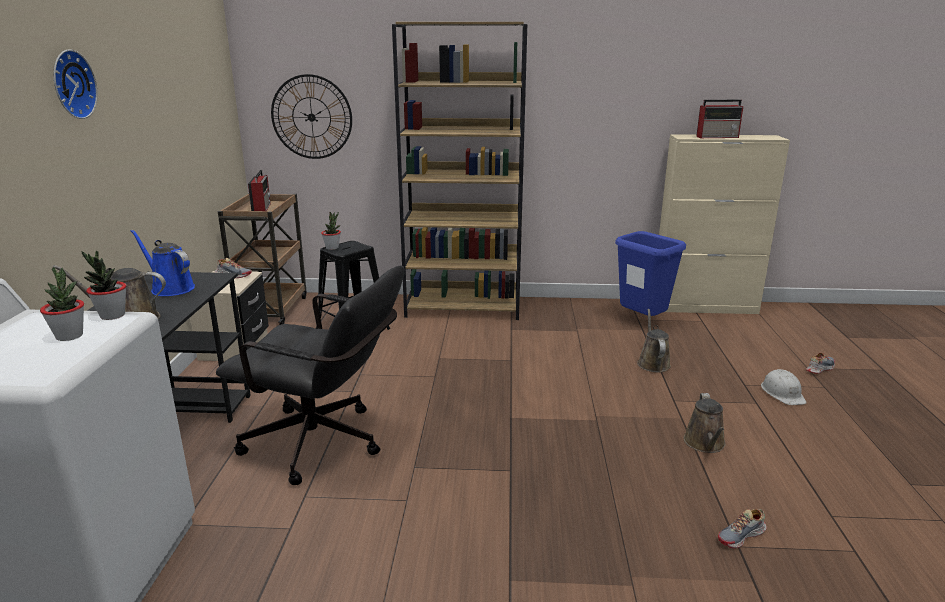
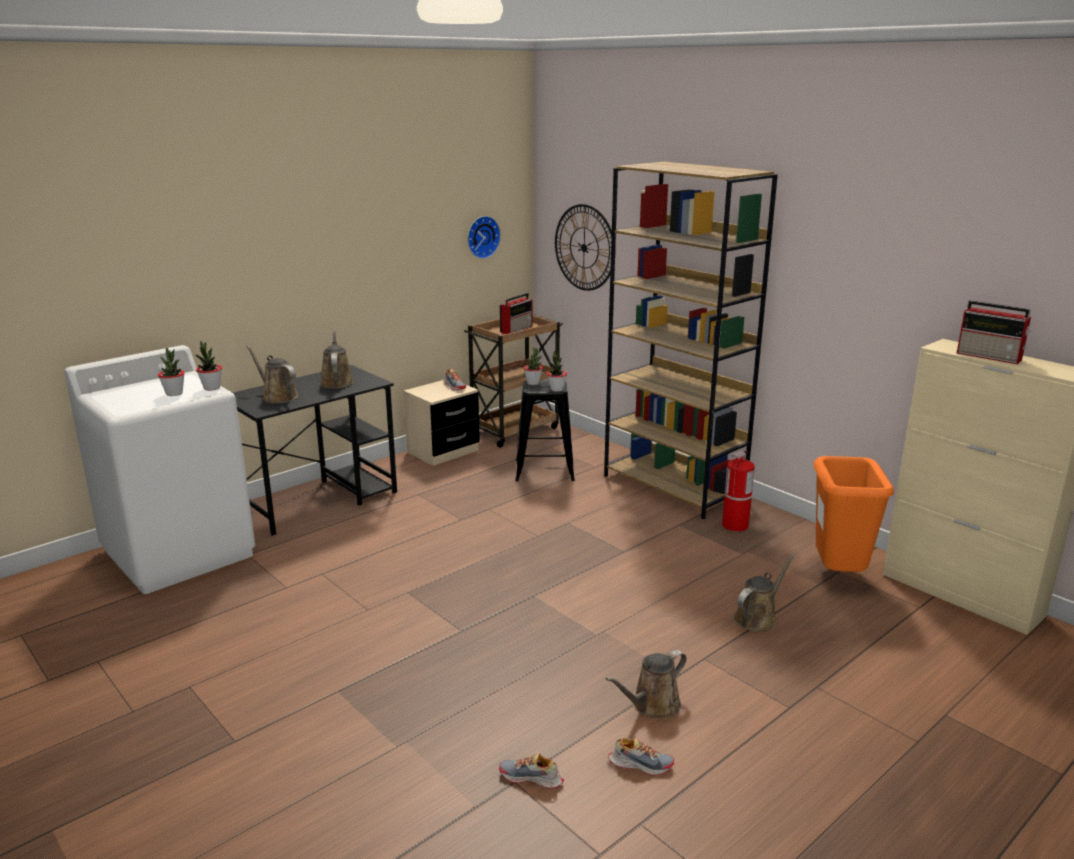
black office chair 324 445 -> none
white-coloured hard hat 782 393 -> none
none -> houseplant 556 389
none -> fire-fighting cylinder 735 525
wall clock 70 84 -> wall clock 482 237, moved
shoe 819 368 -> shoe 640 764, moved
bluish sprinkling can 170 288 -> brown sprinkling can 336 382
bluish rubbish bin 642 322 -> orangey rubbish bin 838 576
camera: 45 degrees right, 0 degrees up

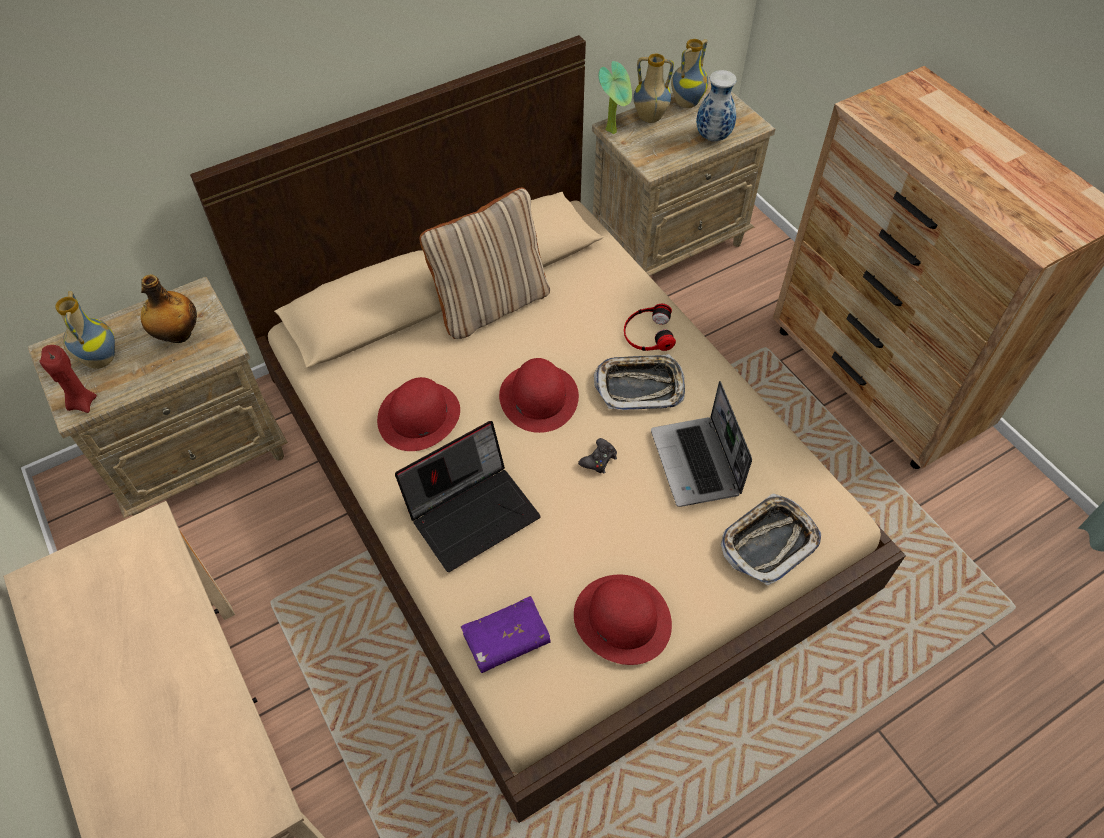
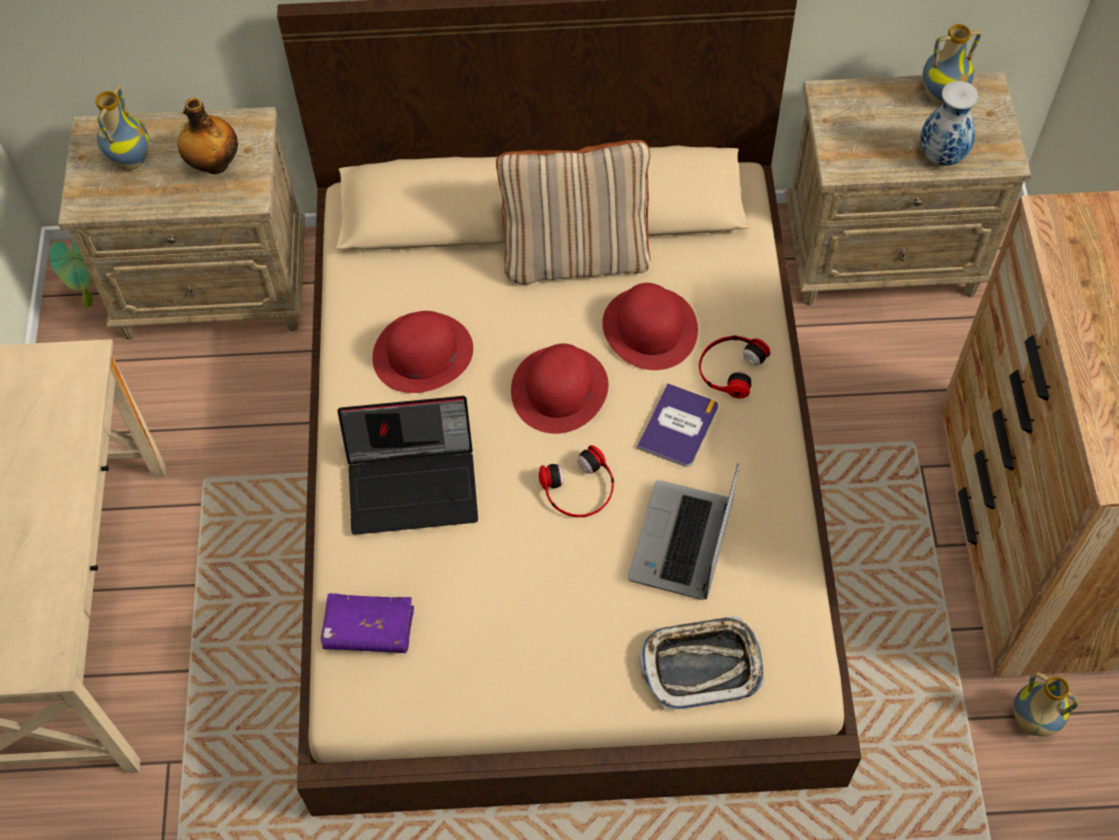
reddish wax light 82 402 -> none
reddish hat 623 619 -> reddish hat 650 328, moved
houseplant 613 130 -> houseplant 91 302, moved
flower vase 649 118 -> flower vase 1031 721, moved
black joypad 599 459 -> pair of headphones 579 488
tray 639 386 -> volume 678 426
camera: 30 degrees right, 5 degrees up

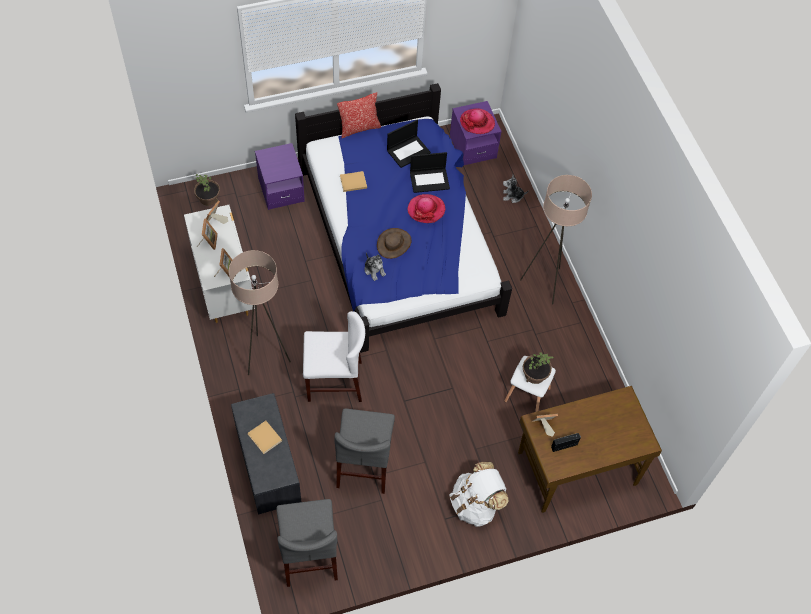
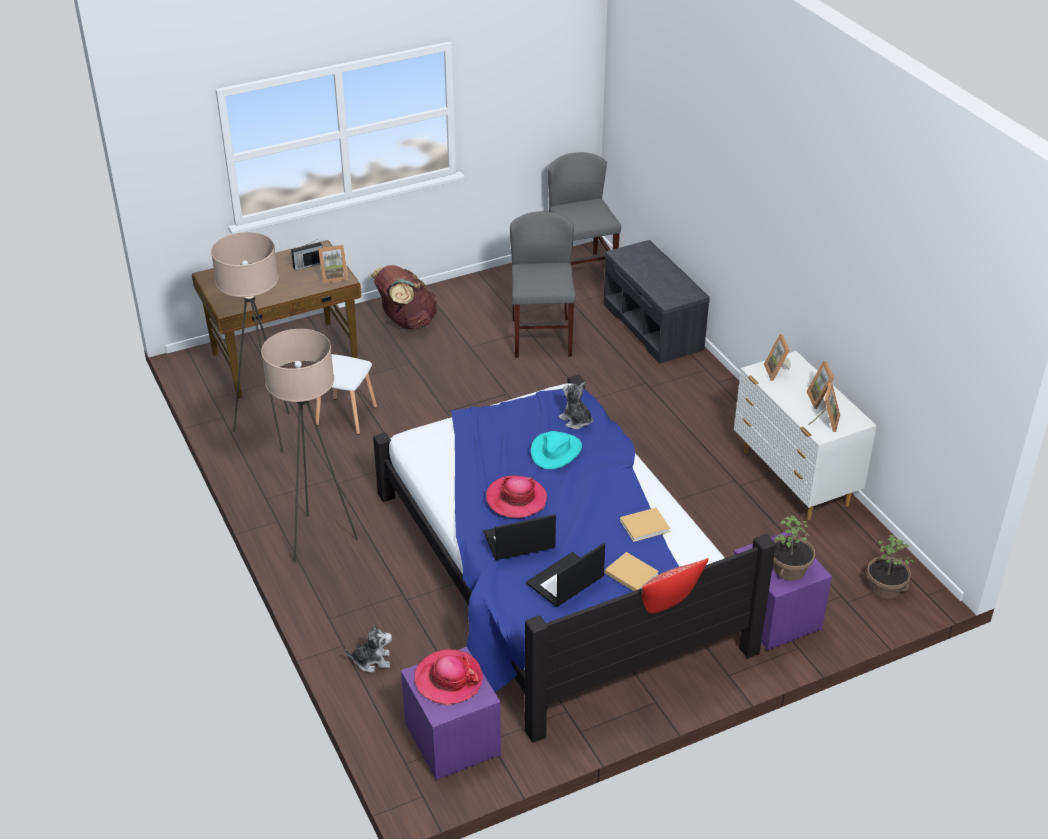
white-coloured chair 334 381 -> none
sand-coloured standing lamp 265 357 -> sand-coloured standing lamp 268 432, moved
sand-coloured volume 265 438 -> sand-coloured volume 630 573, moved
houseplant 534 374 -> houseplant 789 569, moved
brown hat 394 244 -> turquoise hat 556 451
white-coloured backpack 475 504 -> brown backpack 406 322
camera: 175 degrees right, 20 degrees down

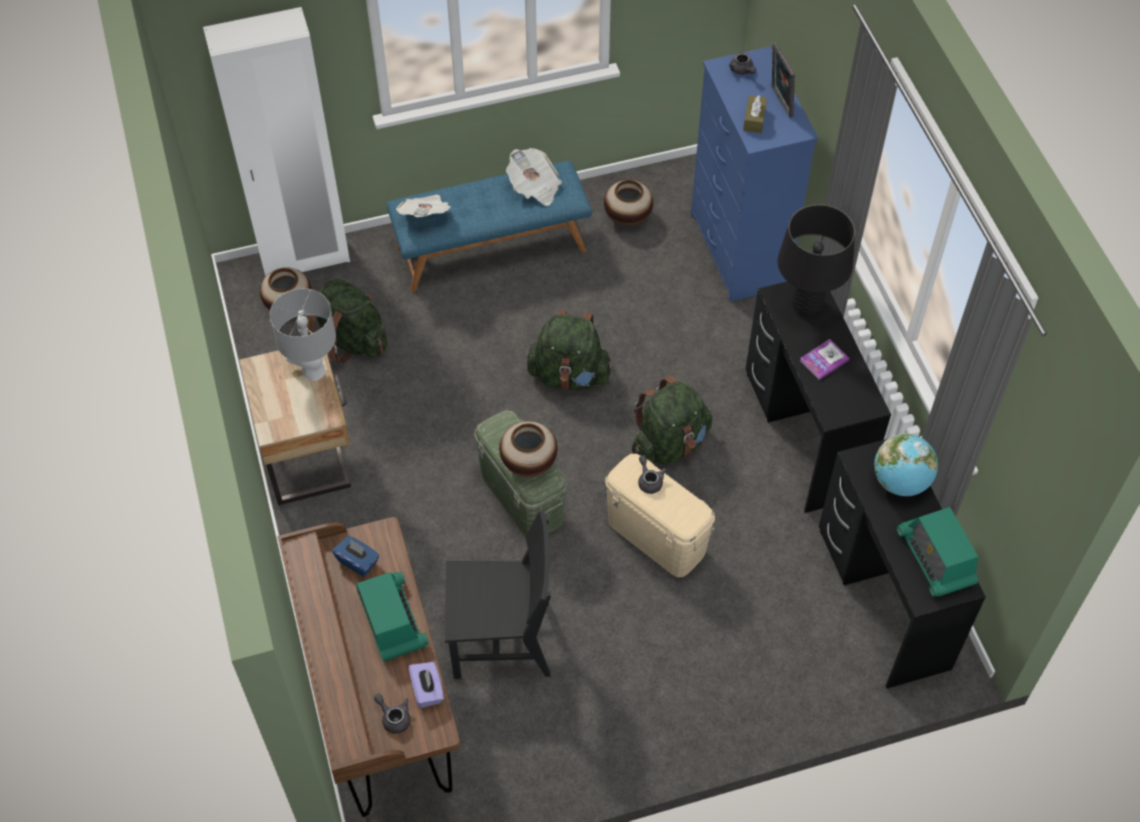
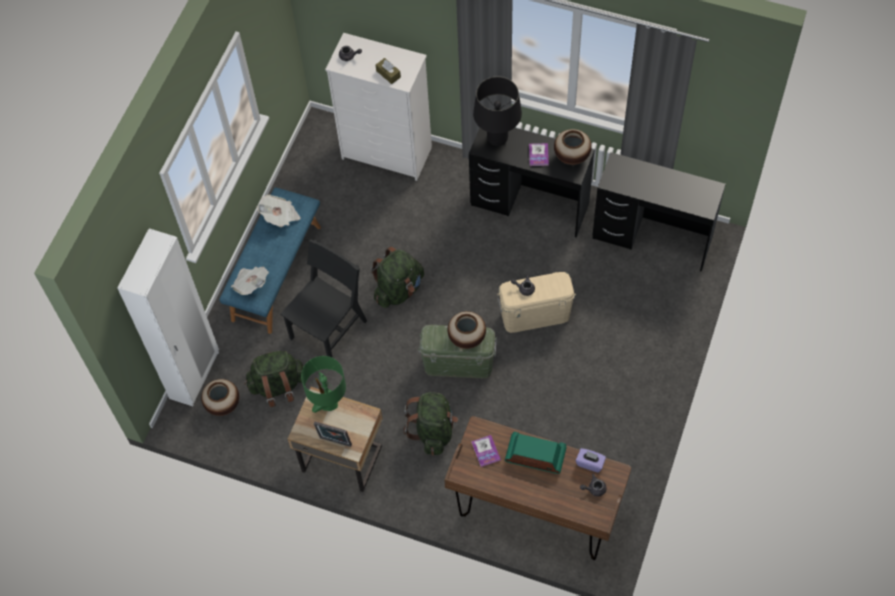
globe 900 482 -> none
radio set 935 558 -> none
black chair 502 640 -> black chair 328 330, moved
flower vase 627 218 -> flower vase 572 157, moved
green backpack 670 444 -> green backpack 433 430, moved
photo frame 779 102 -> photo frame 335 443, moved
bluish tissue box 358 562 -> volume 486 451
greyish table lamp 313 371 -> green table lamp 329 404
bluish dresser 738 251 -> white-coloured dresser 387 154
camera: 50 degrees left, 5 degrees up

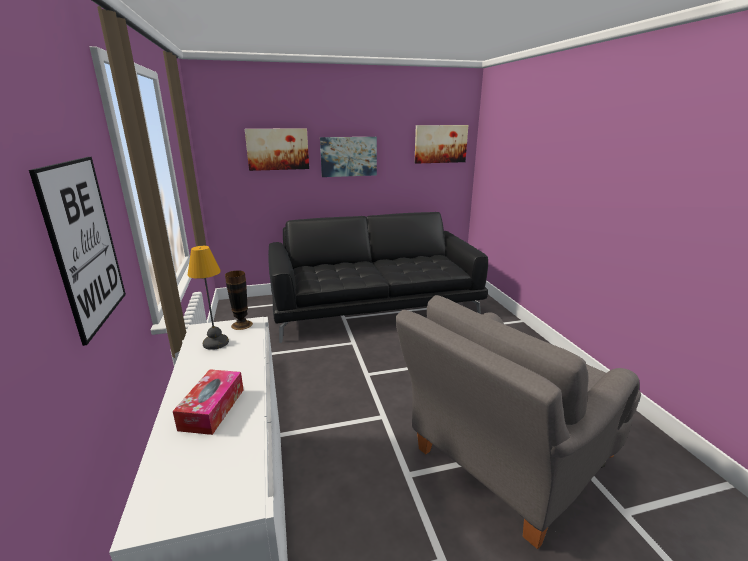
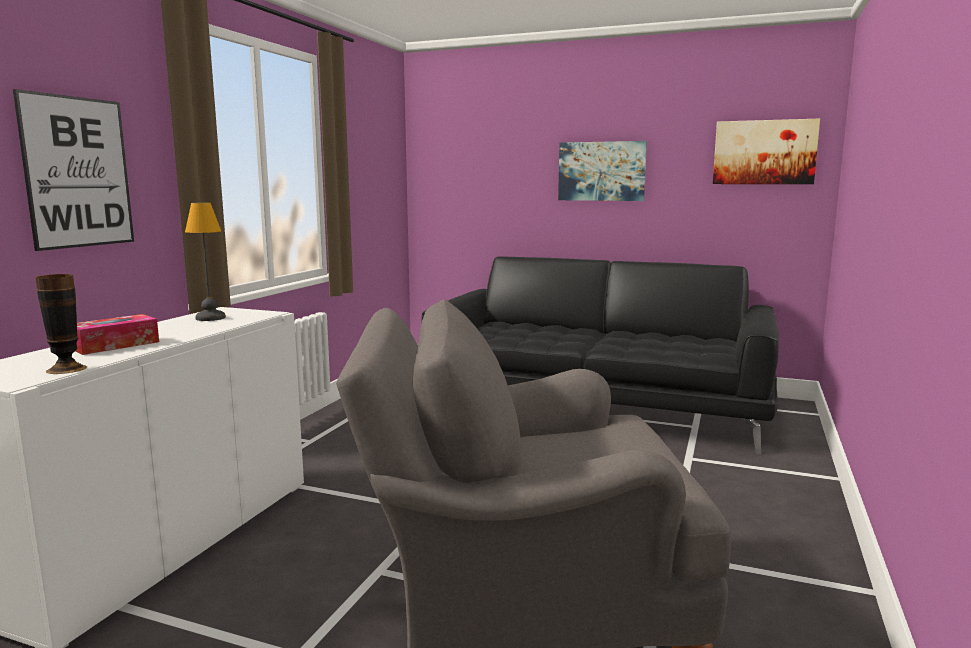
wall art 277 149 -> none
flower vase 241 325 -> flower vase 66 369, moved
camera: 35 degrees right, 10 degrees down

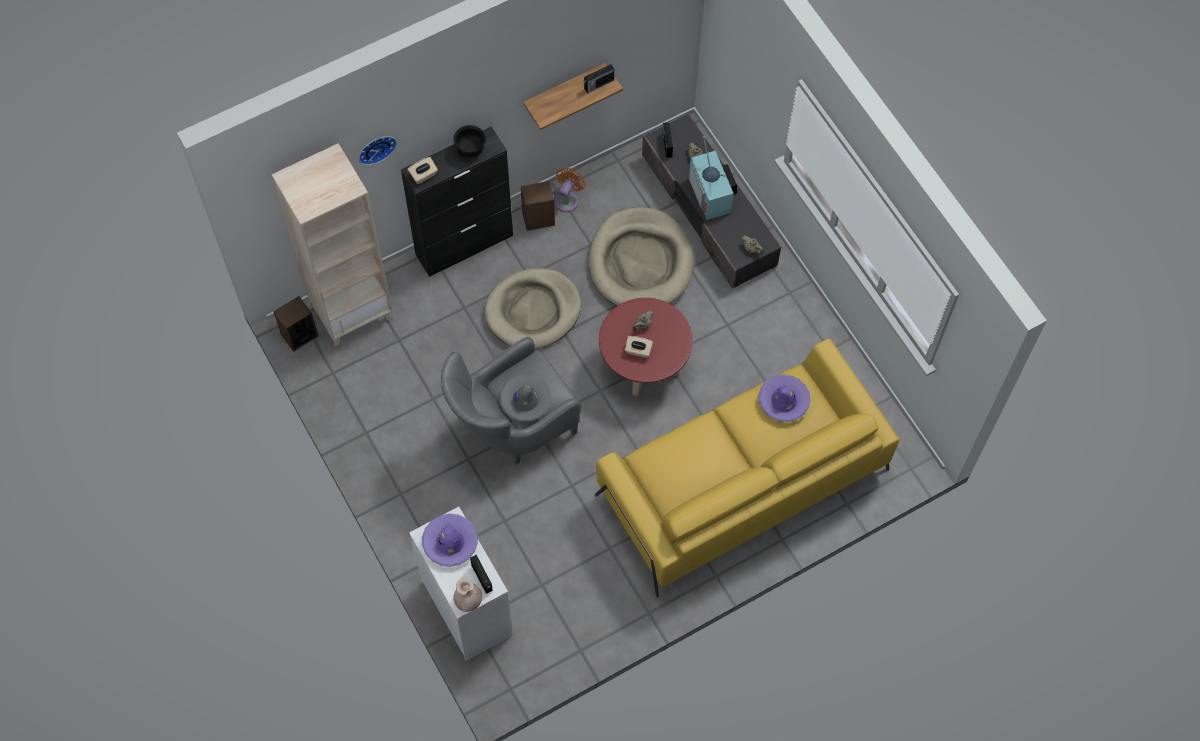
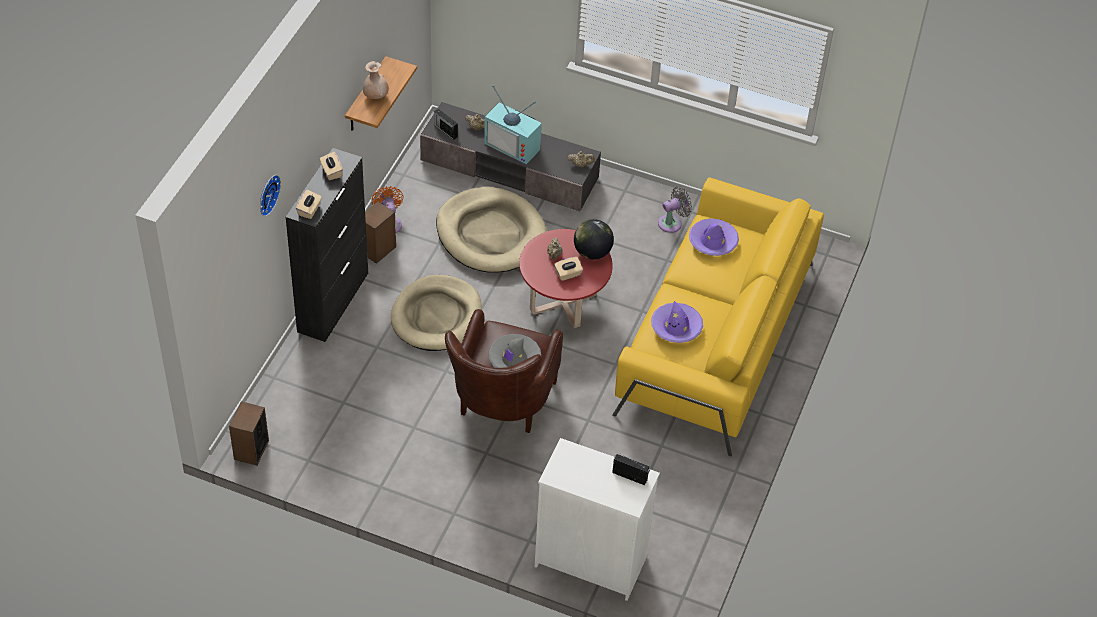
sand-coloured bookshelf 352 311 -> none
radio set 598 84 -> none
none -> globe 592 252
none -> greyish electric fan 672 223
purple hat 450 542 -> purple hat 676 327, moved
sand-coloured flower vase 468 600 -> sand-coloured flower vase 375 96, moved
black bowl 470 149 -> sand-coloured tissue box 331 172
greyish lounge chair 512 428 -> brown lounge chair 500 409
camera: 40 degrees left, 15 degrees down

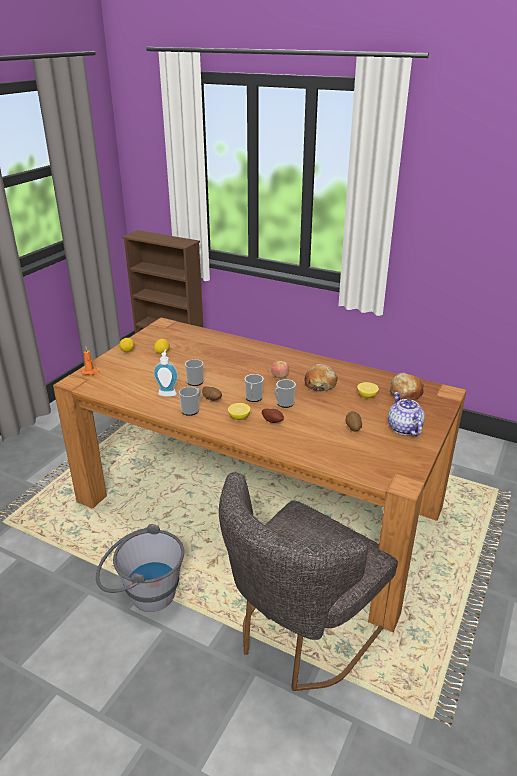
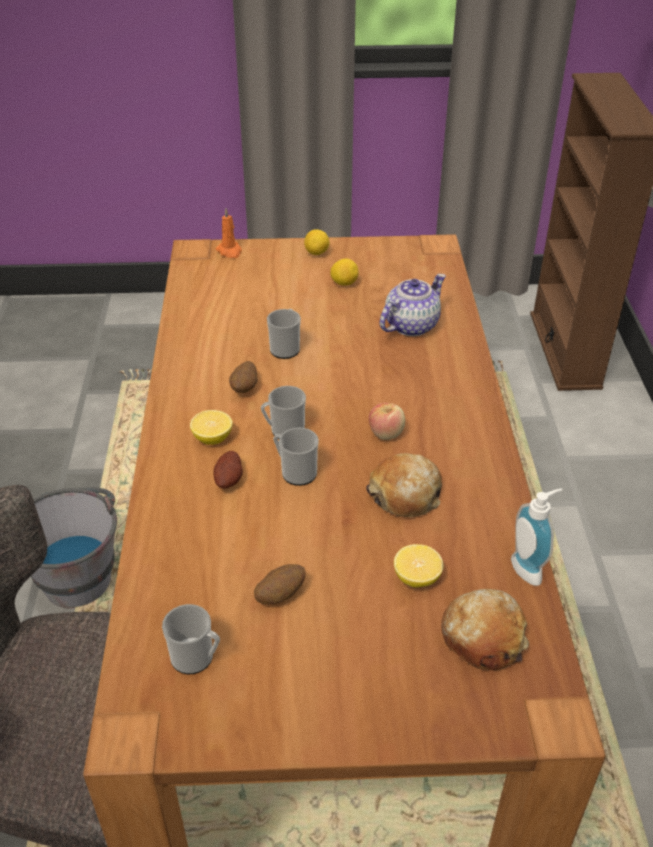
liquid soap bottle 168 393 -> liquid soap bottle 530 568, moved
mug 192 410 -> mug 196 658, moved
pot for tea 404 428 -> pot for tea 410 325, moved
camera: 60 degrees right, 10 degrees up

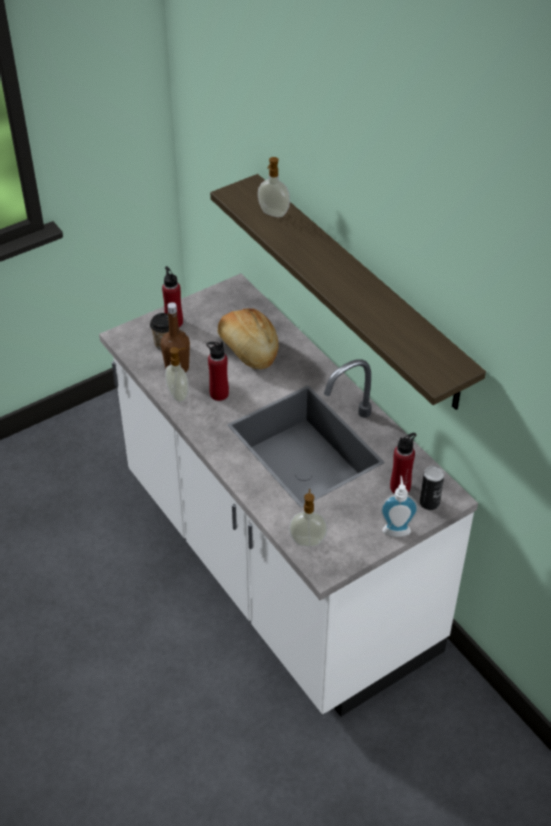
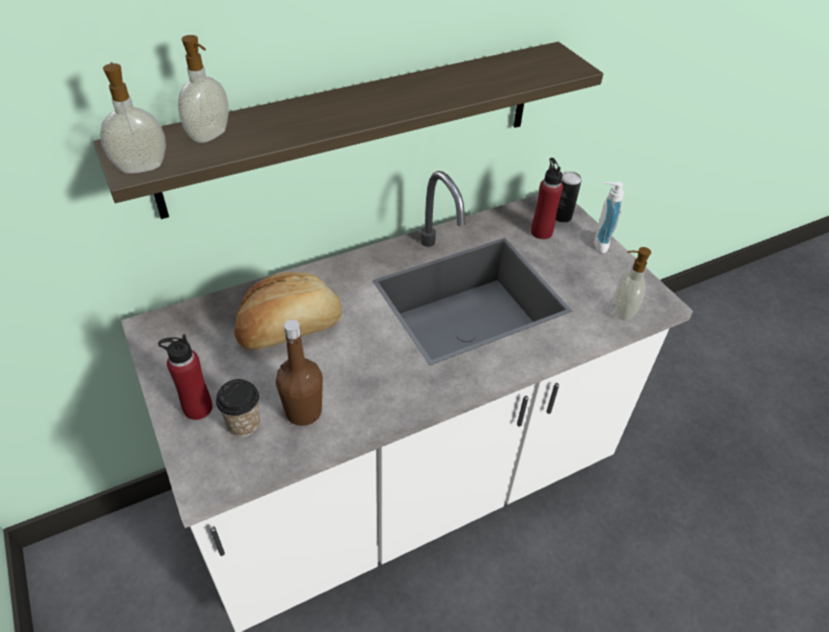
reddish bottle 219 394 -> none
liquid soap bottle 179 395 -> liquid soap bottle 141 166, moved
camera: 85 degrees left, 0 degrees up

